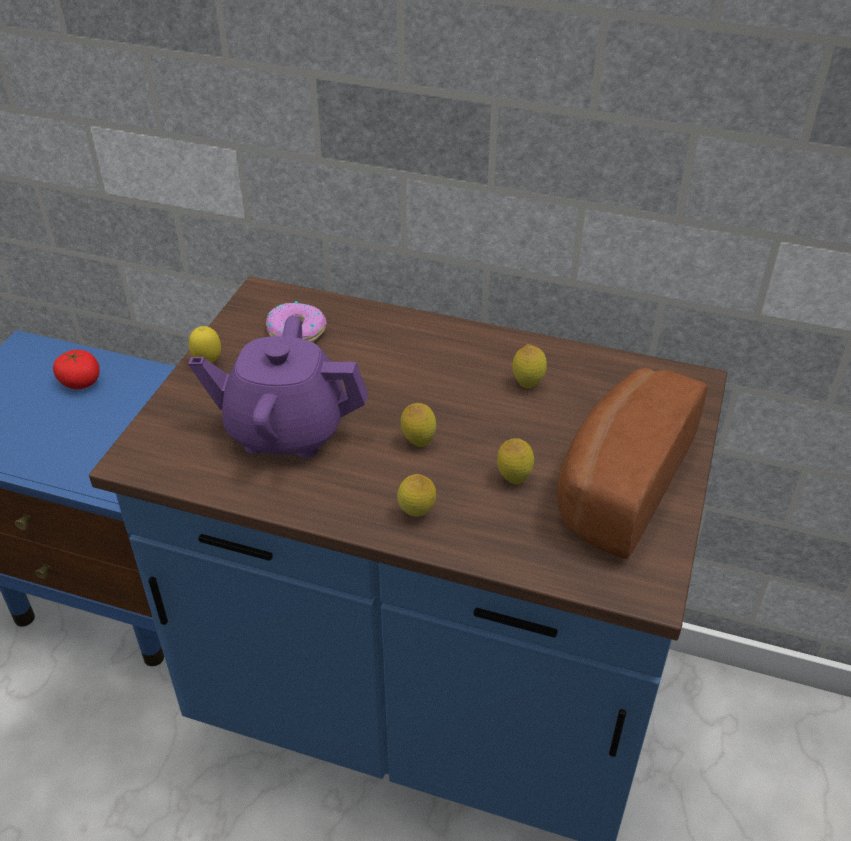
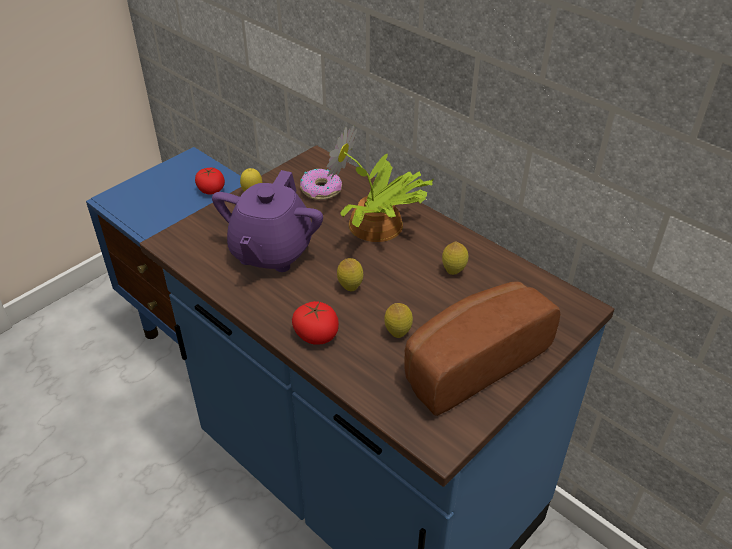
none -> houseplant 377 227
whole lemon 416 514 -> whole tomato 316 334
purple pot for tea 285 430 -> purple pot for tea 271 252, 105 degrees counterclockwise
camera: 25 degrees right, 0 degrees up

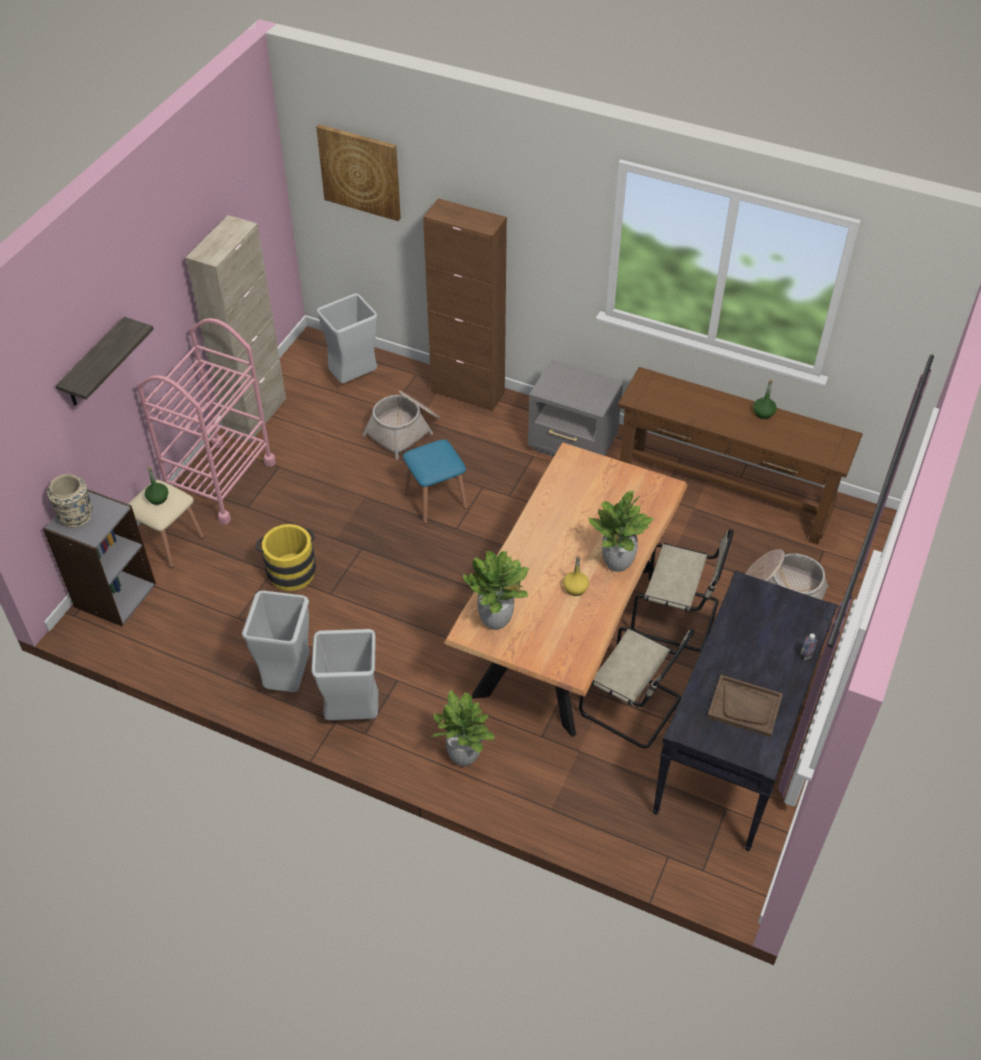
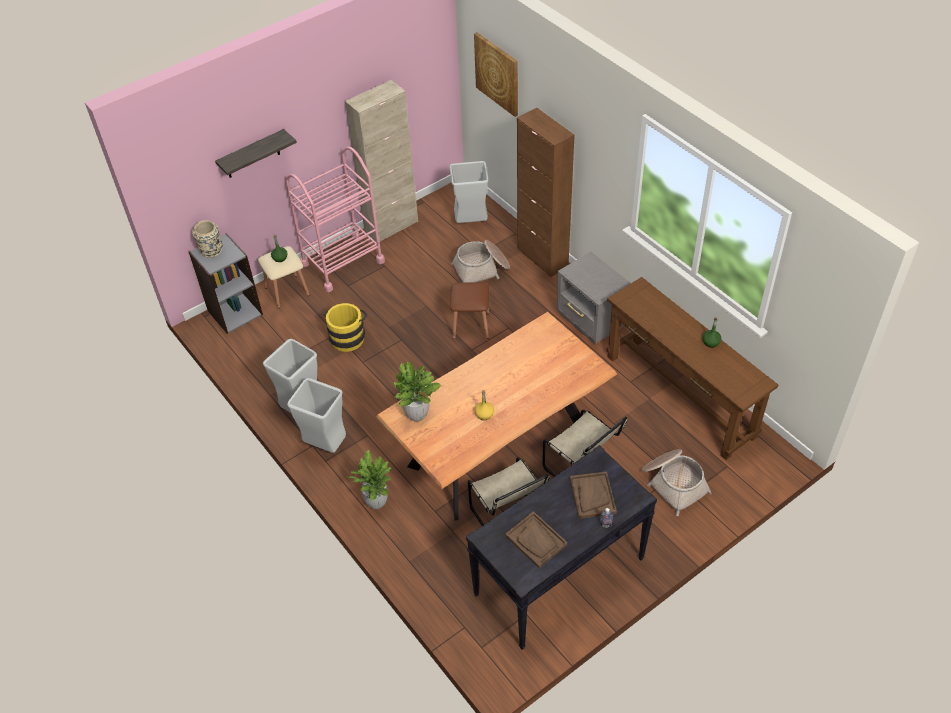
houseplant 617 563 -> none
none -> brown tray 592 496
bluish stool seat 436 500 -> brown stool seat 471 325
camera: 30 degrees right, 0 degrees up

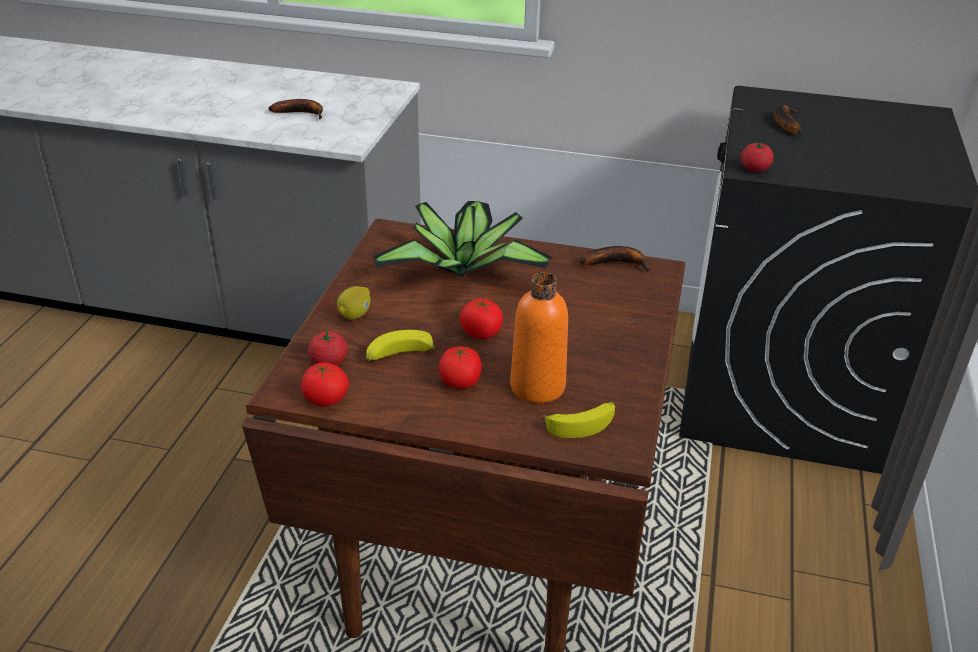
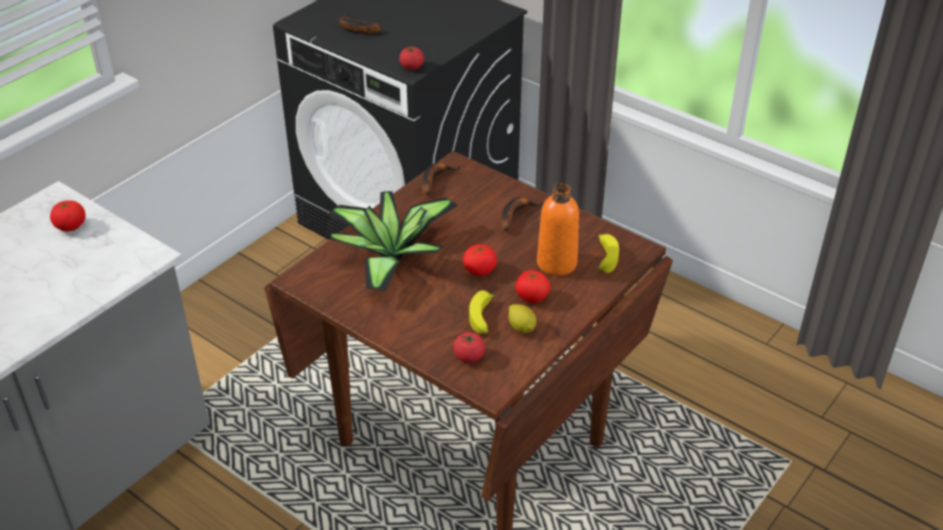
banana 302 113 -> banana 515 215, moved
whole tomato 326 399 -> whole tomato 71 226, moved
whole lemon 355 315 -> whole lemon 521 327, moved
camera: 65 degrees left, 5 degrees up

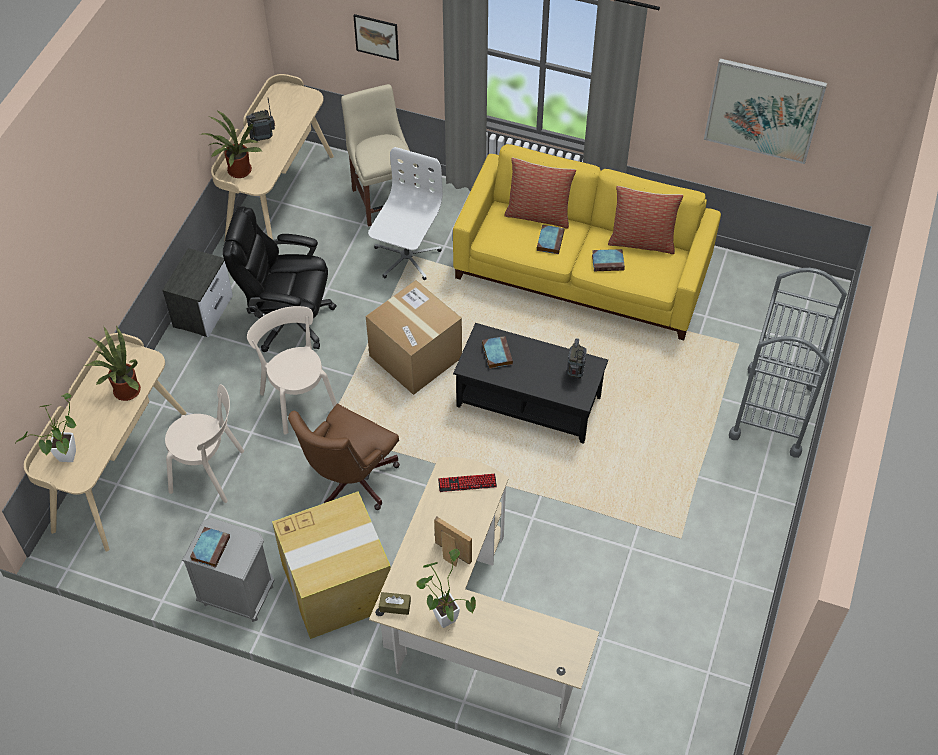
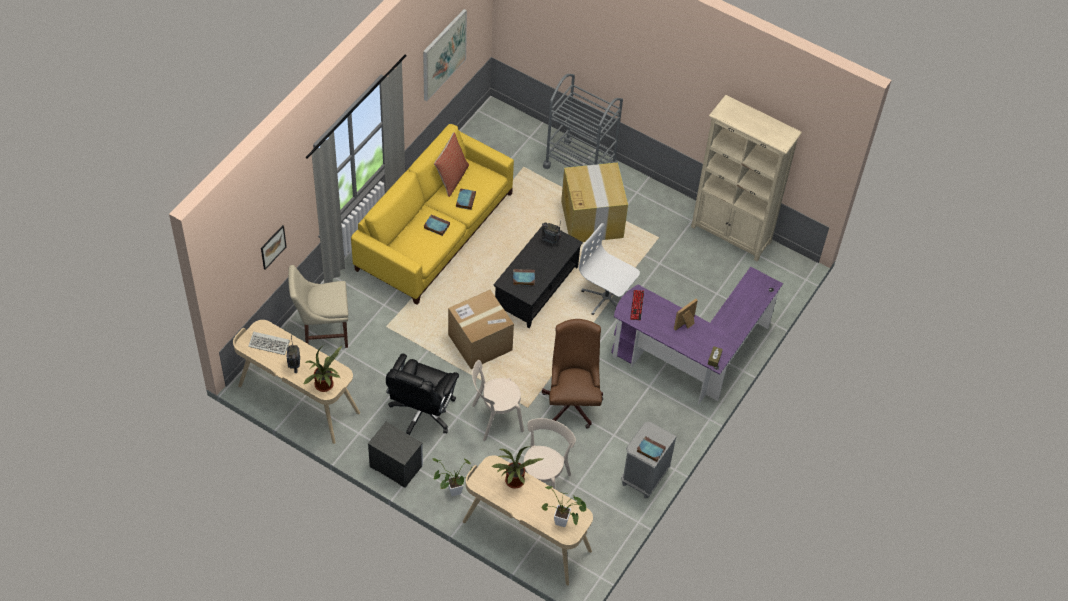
pillow 538 214 -> none
none -> computer keyboard 270 344
none -> sand-coloured bookshelf 731 235
packing box 339 585 -> packing box 592 219, moved
white-coloured office chair 406 257 -> white-coloured office chair 606 298, moved
houseplant 443 615 -> houseplant 451 492, moved
sand-coloured desk unit 468 625 -> purple desk unit 693 357
brown office chair 349 481 -> brown office chair 572 400, 135 degrees counterclockwise
camera: 80 degrees left, 0 degrees up

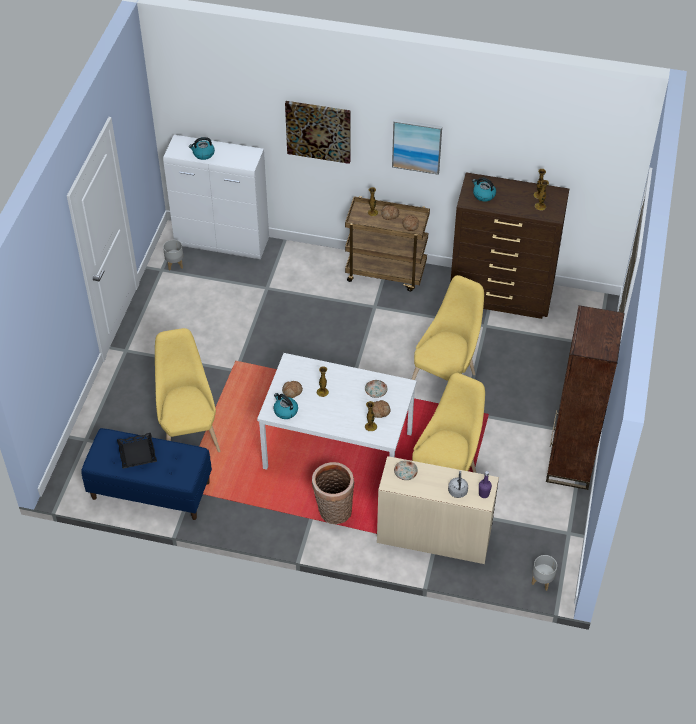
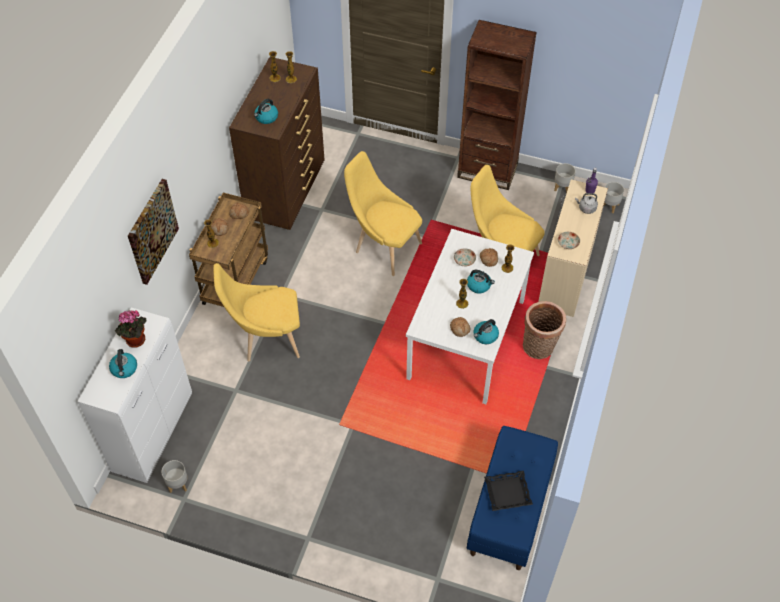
wall art 417 145 -> none
none -> houseplant 135 341
none -> water kettle 479 285
none -> greyish planter 562 188
yellow-coloured chair 189 432 -> yellow-coloured chair 266 339, moved
camera: 85 degrees left, 5 degrees up

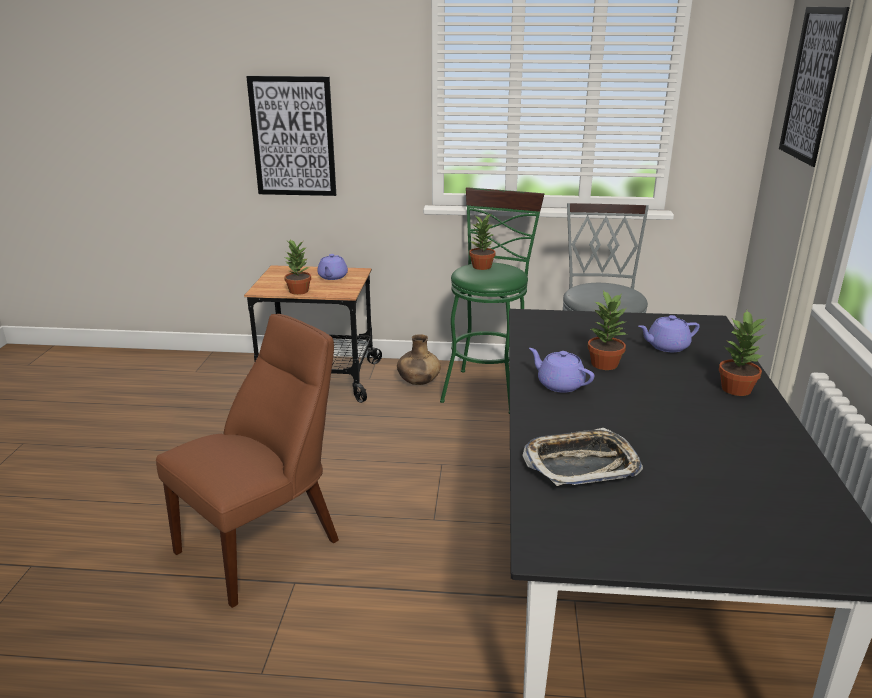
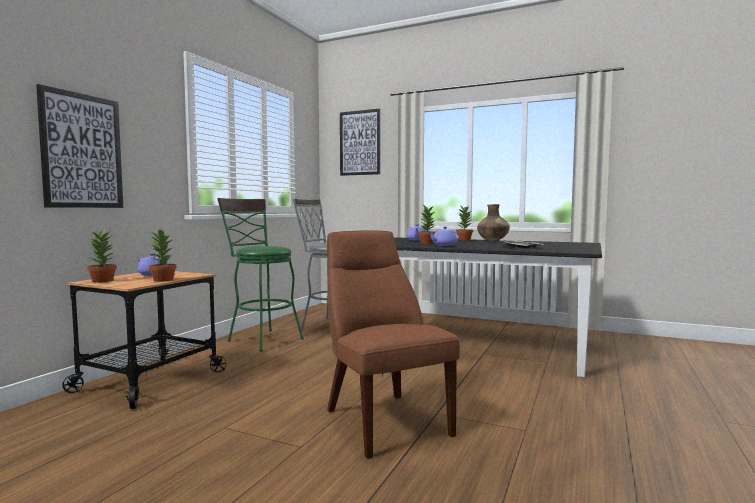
brown flower vase 418 382 -> brown flower vase 493 241, moved
houseplant 482 267 -> houseplant 103 281, moved
camera: 70 degrees left, 20 degrees down

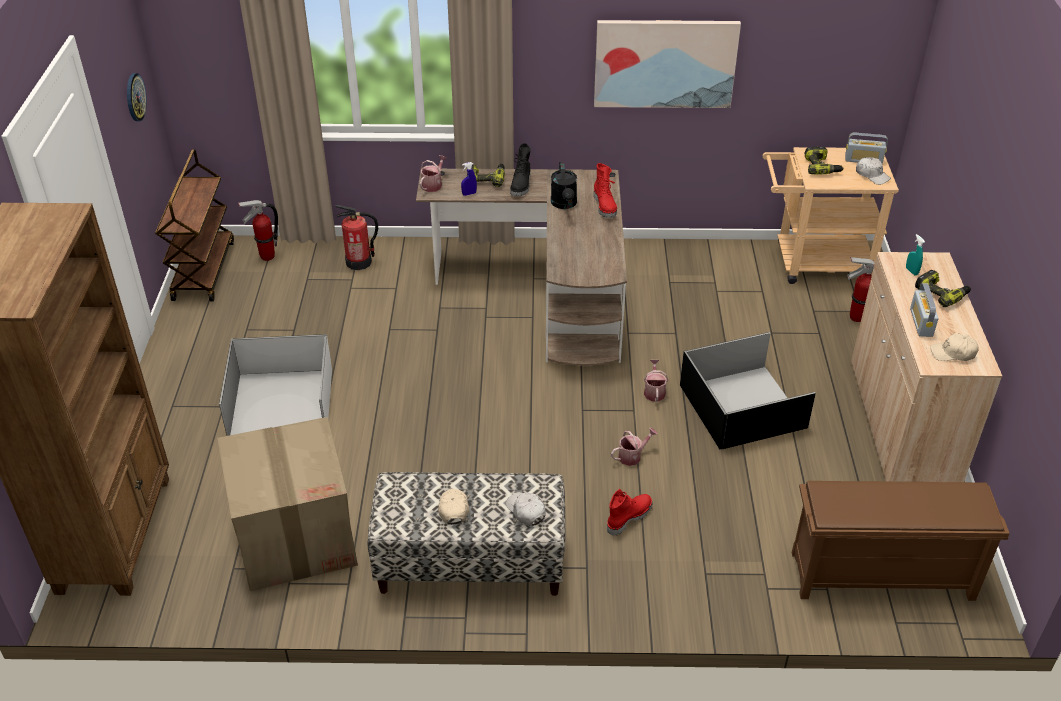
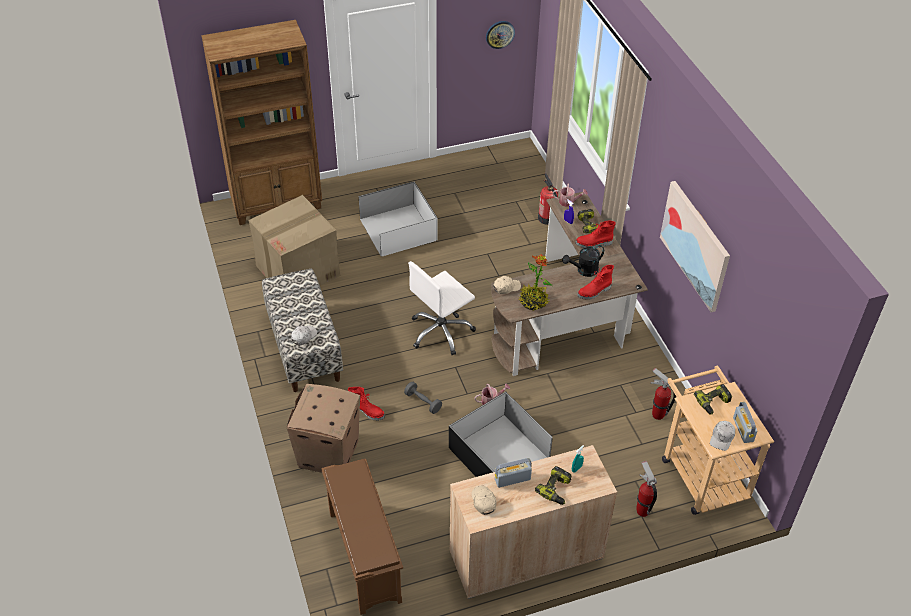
brown cart 203 270 -> none
none -> packing box 328 454
none -> white-coloured office chair 441 332
none -> houseplant 533 302
fire-fighting cylinder 266 257 -> fire-fighting cylinder 657 415, moved
sand-coloured baseball cap 453 509 -> sand-coloured baseball cap 506 287, moved
sprinkling can 632 456 -> greyish dumbbell 423 402
black high-top boot 521 186 -> reddish high-top boot 594 244
camera: 70 degrees right, 5 degrees up

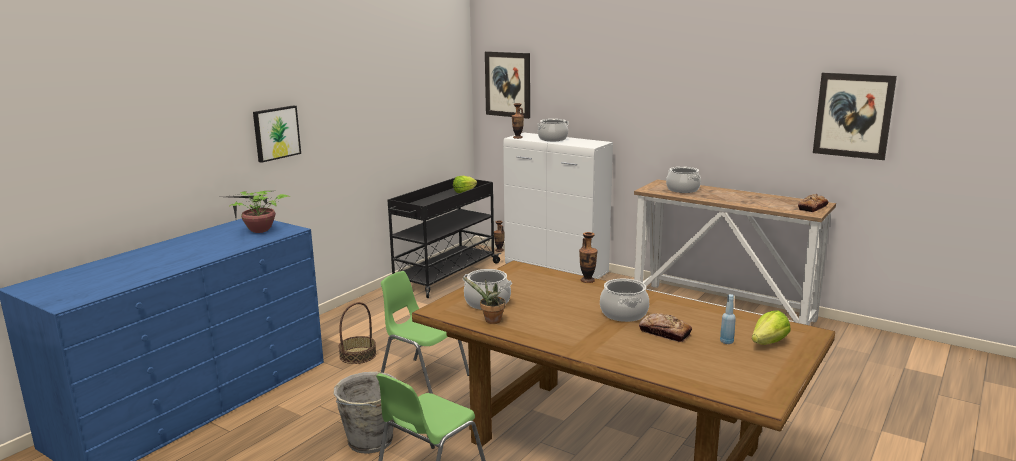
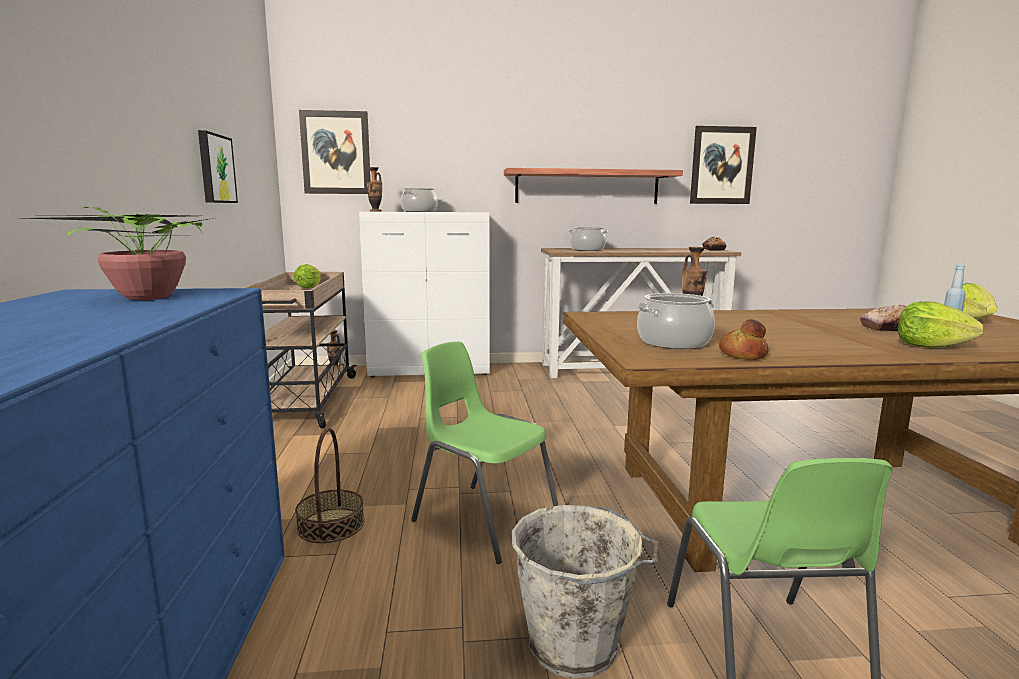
cooking pot 624 314 -> none
none -> shelf 587 187
none -> lettuce head 930 346
wall art 276 133 -> wall art 215 169, moved
houseplant 490 321 -> bread 743 355
black cart 444 275 -> sand-coloured cart 305 401
green chair 423 378 -> green chair 484 519, 45 degrees clockwise
camera: 40 degrees left, 5 degrees down

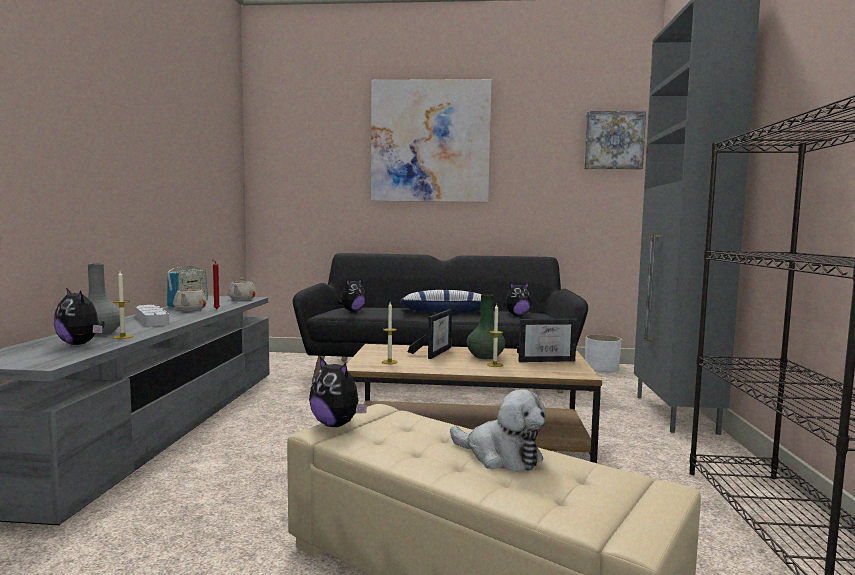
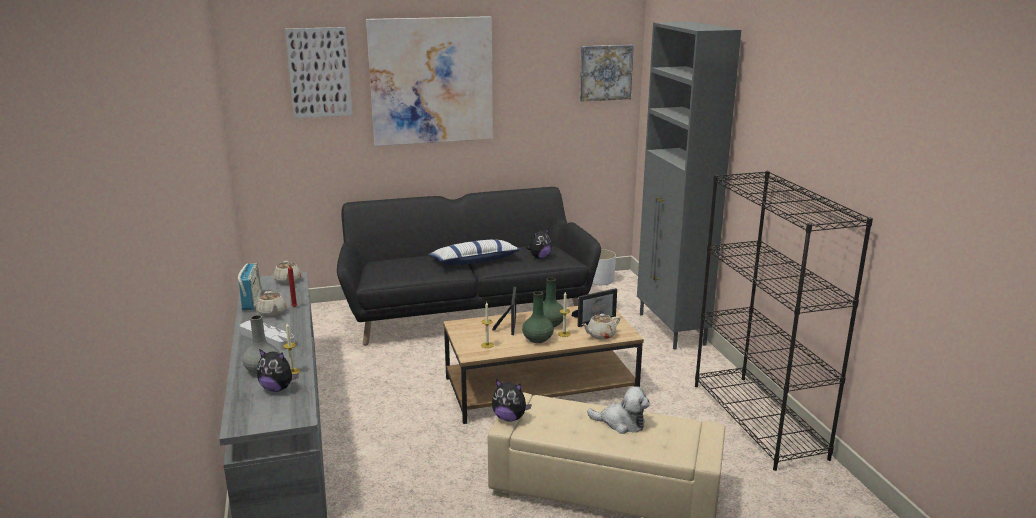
soft toy 352 311 -> none
none -> wall art 319 72
none -> green flower vase 537 339
none -> sand-coloured pot for tea 600 335
camera: 20 degrees left, 15 degrees up

